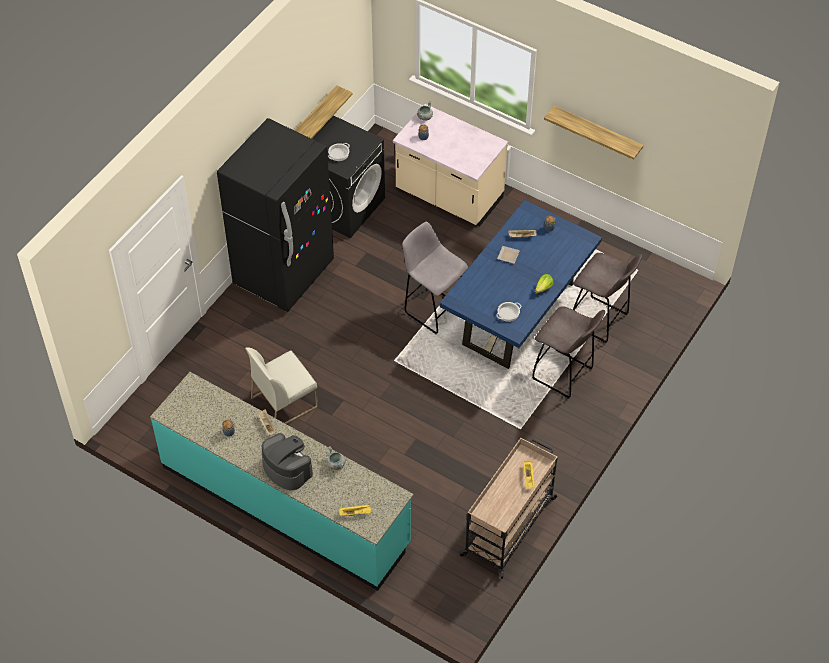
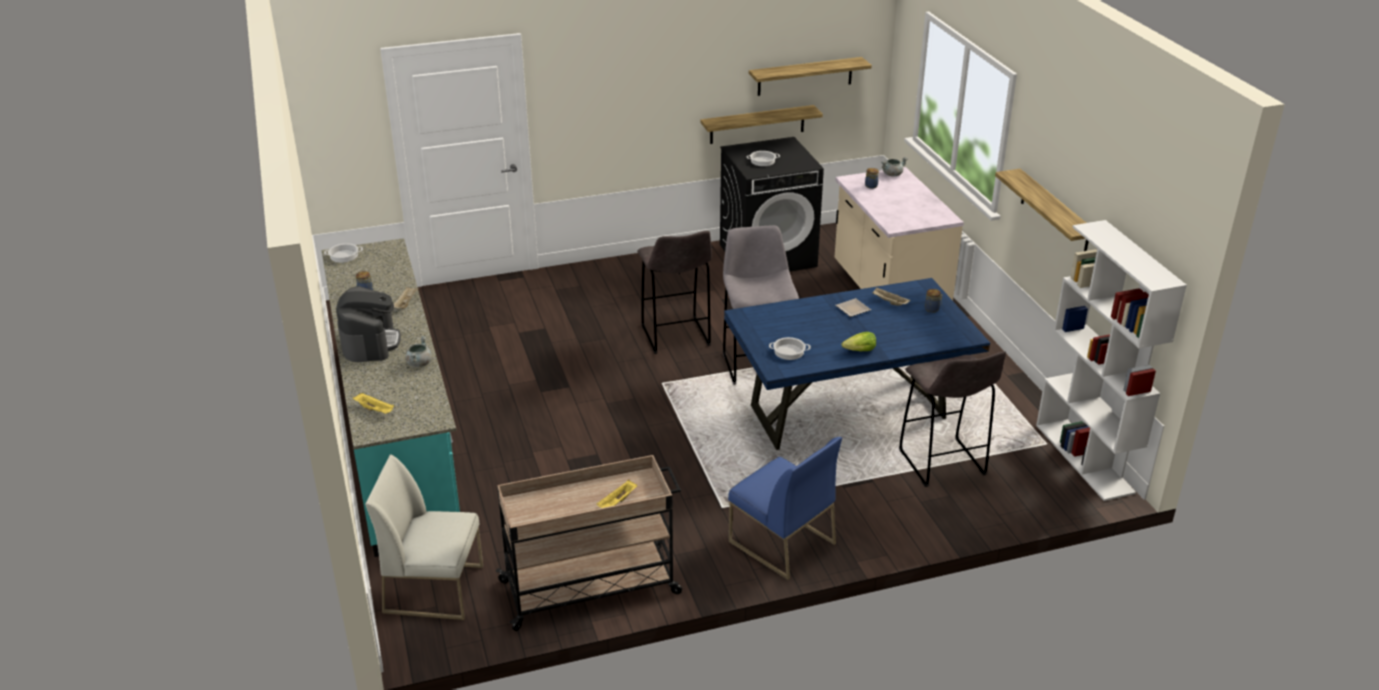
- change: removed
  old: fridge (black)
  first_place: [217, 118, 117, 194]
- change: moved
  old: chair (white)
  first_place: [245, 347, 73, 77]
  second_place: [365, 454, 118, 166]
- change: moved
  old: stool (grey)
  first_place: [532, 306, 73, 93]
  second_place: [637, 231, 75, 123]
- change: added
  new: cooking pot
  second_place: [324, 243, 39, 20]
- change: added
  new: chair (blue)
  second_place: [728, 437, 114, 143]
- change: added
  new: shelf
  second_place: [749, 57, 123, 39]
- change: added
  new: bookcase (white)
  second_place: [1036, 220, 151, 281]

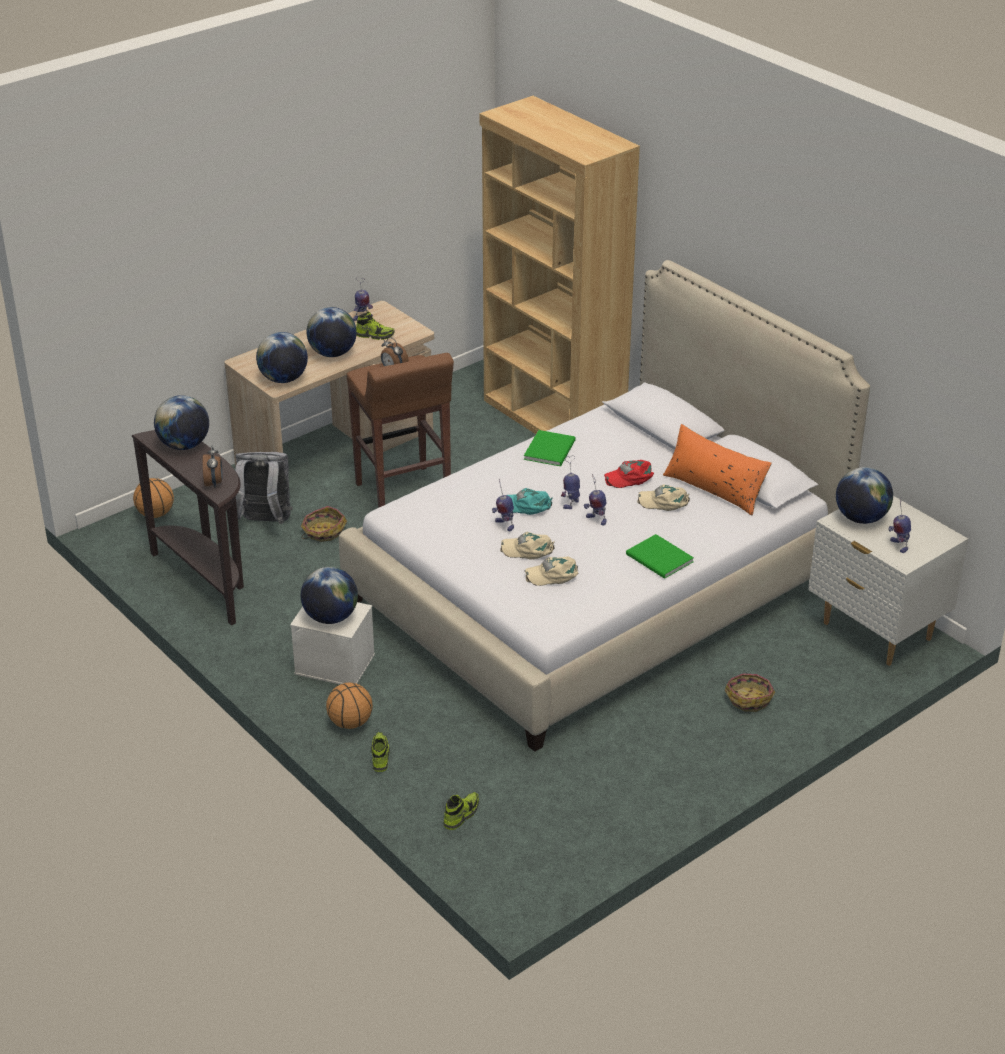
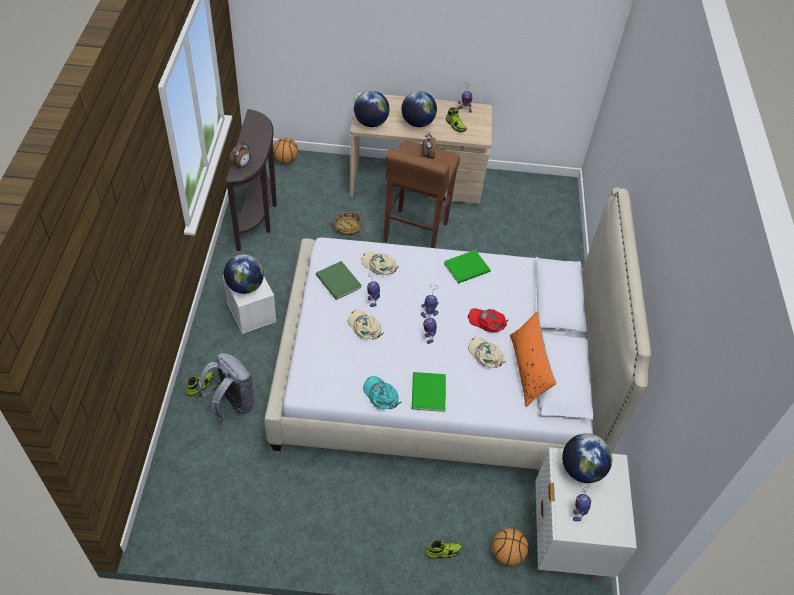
- change: removed
  old: globe
  first_place: [154, 395, 55, 55]
- change: moved
  old: backpack (grey)
  first_place: [235, 452, 58, 72]
  second_place: [197, 353, 57, 69]
- change: moved
  old: basketball
  first_place: [326, 682, 47, 47]
  second_place: [492, 528, 36, 38]
- change: moved
  old: shoe
  first_place: [443, 792, 36, 38]
  second_place: [425, 540, 38, 19]
- change: removed
  old: bookcase (brown)
  first_place: [480, 96, 160, 338]
- change: moved
  old: cap (turquoise)
  first_place: [508, 488, 45, 27]
  second_place: [363, 376, 39, 33]
- change: moved
  old: cap (beige)
  first_place: [525, 557, 53, 29]
  second_place: [361, 252, 39, 23]
- change: removed
  old: basket
  first_place: [725, 673, 50, 39]
- change: added
  new: book (green)
  second_place: [316, 261, 46, 39]

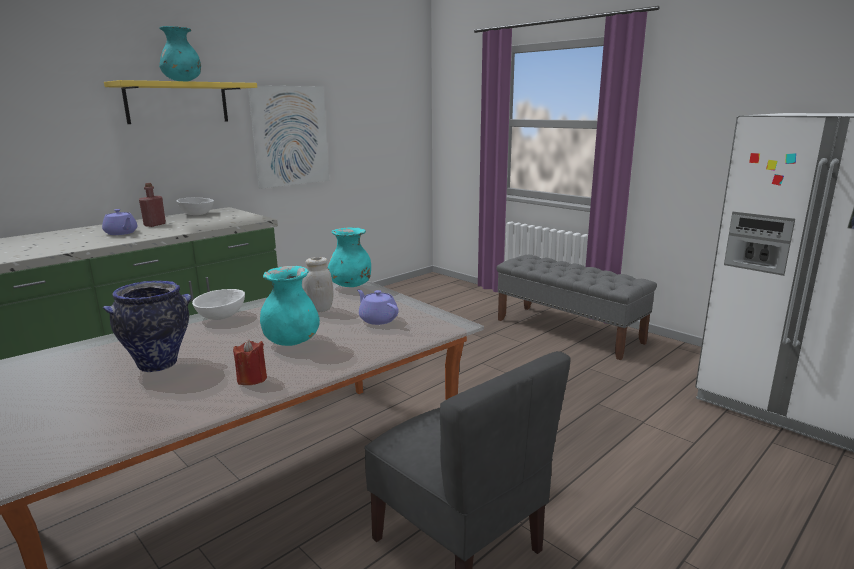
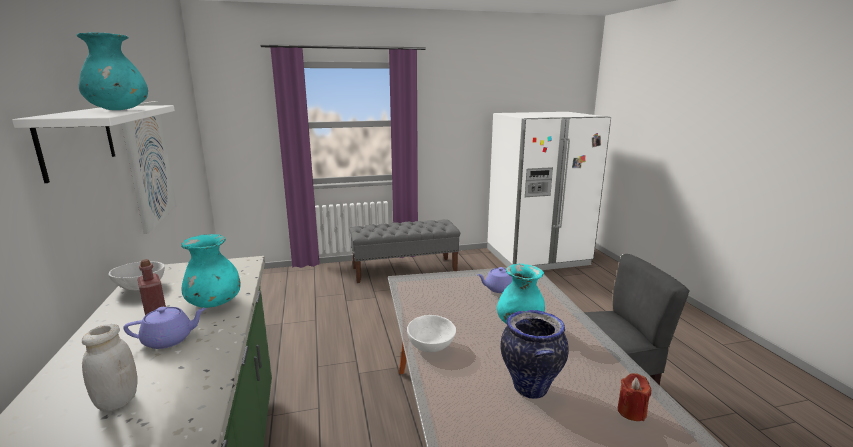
- change: recoloured
  old: shelf (yellow)
  new: shelf (white)
  first_place: [104, 80, 153, 44]
  second_place: [12, 105, 163, 78]
- change: moved
  old: candle (red)
  first_place: [233, 339, 34, 46]
  second_place: [617, 373, 34, 48]
- change: moved
  old: jar (white)
  first_place: [303, 257, 31, 56]
  second_place: [82, 324, 56, 88]
- change: moved
  old: vase (turquoise)
  first_place: [328, 227, 43, 60]
  second_place: [181, 234, 60, 74]

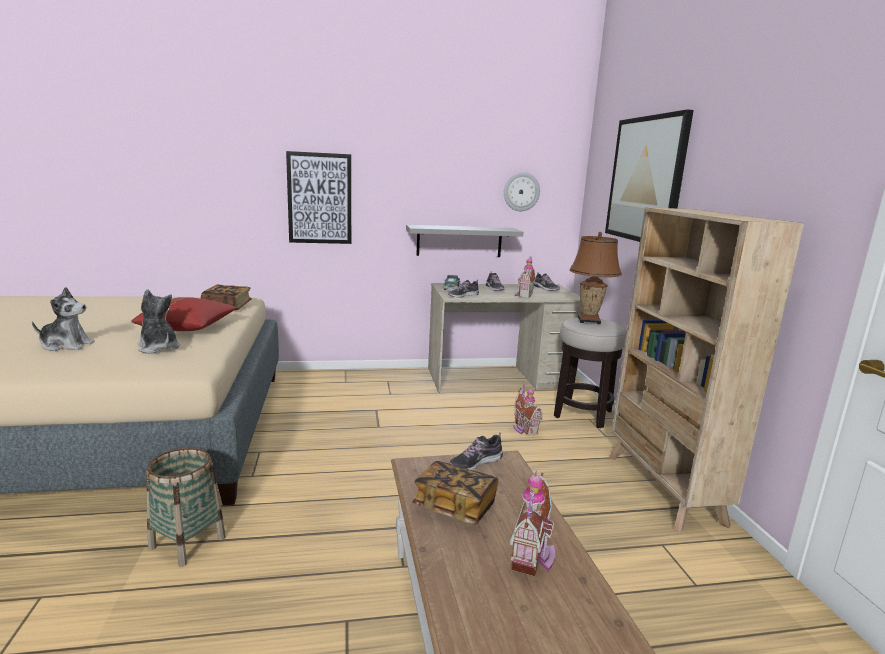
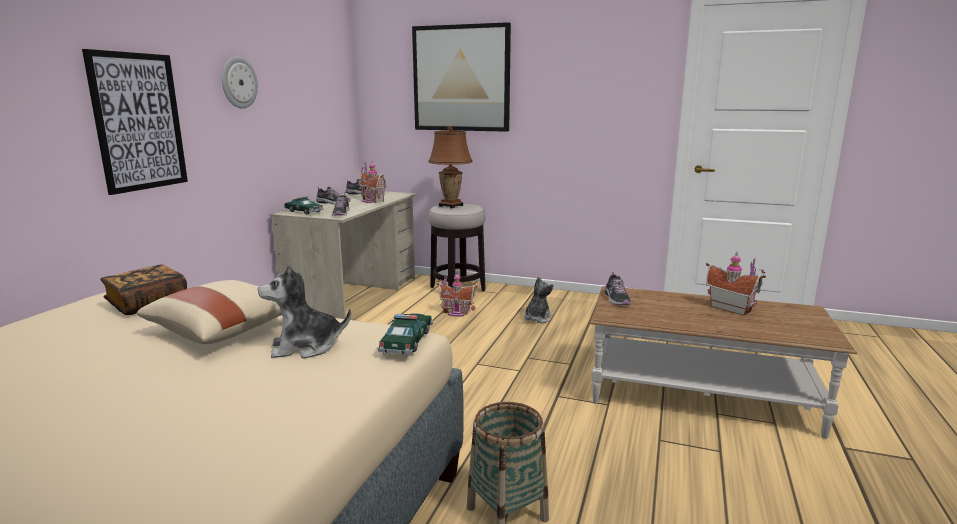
- change: moved
  old: plush toy
  first_place: [32, 287, 63, 64]
  second_place: [524, 276, 30, 47]
- change: recoloured
  old: pillow (red)
  new: pillow (beige)
  first_place: [131, 297, 106, 34]
  second_place: [137, 280, 145, 64]
- change: removed
  old: shelf (grey)
  first_place: [406, 225, 117, 32]
- change: removed
  old: book
  first_place: [412, 461, 86, 63]
- change: moved
  old: wall clock
  first_place: [504, 172, 36, 39]
  second_place: [222, 57, 36, 52]
- change: removed
  old: bookcase (beige)
  first_place: [609, 207, 195, 325]
- change: added
  new: toy car
  second_place: [377, 313, 56, 43]

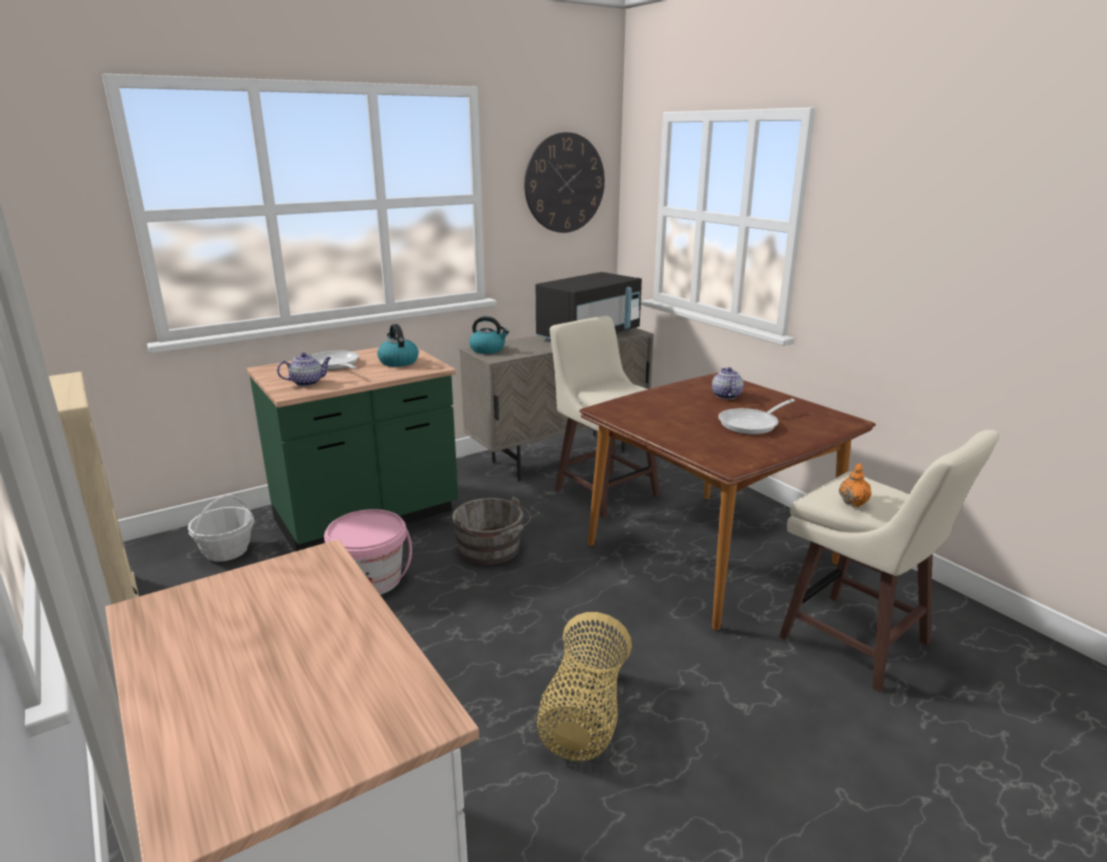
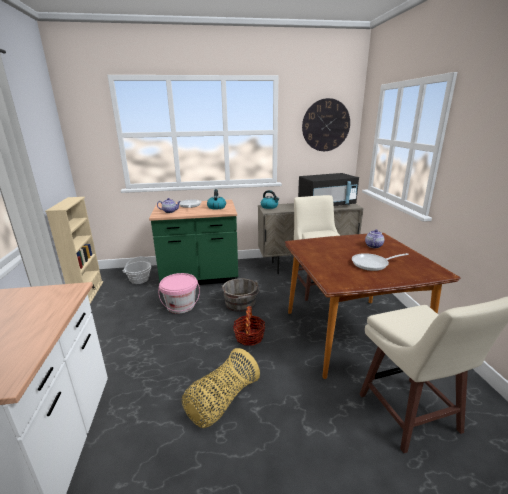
- change: removed
  old: teapot (orange)
  first_place: [839, 463, 33, 44]
- change: added
  new: basket
  second_place: [233, 306, 32, 40]

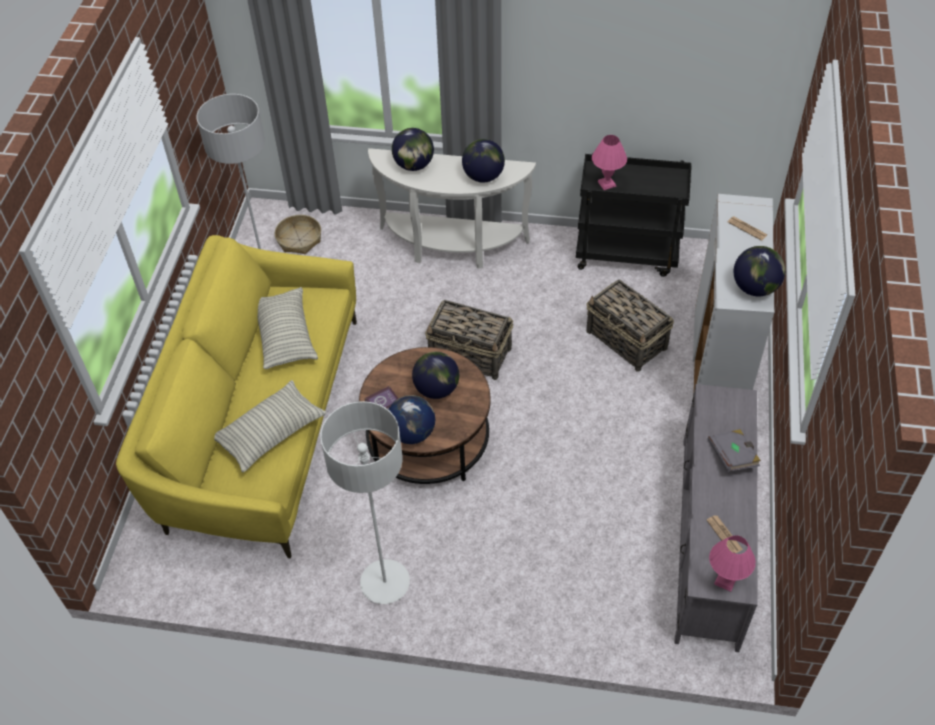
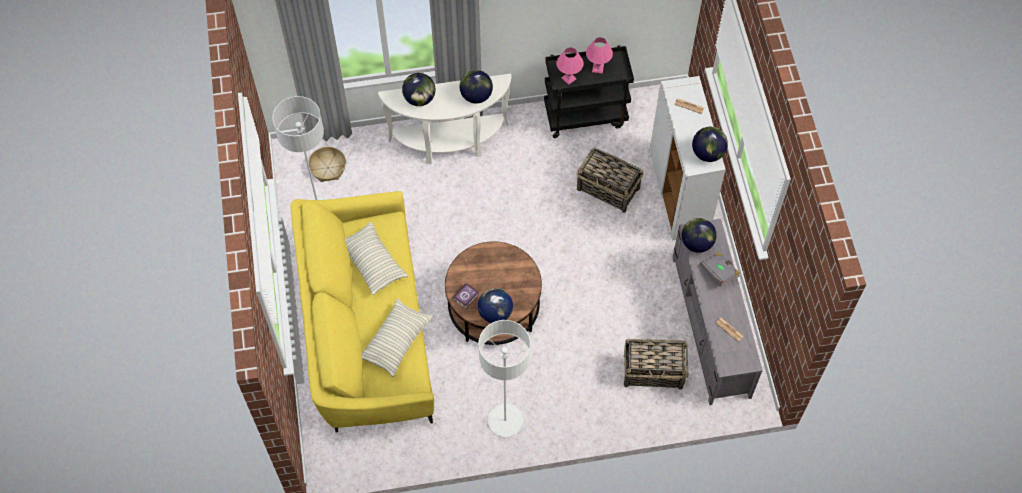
- change: moved
  old: globe
  first_place: [412, 352, 47, 47]
  second_place: [682, 218, 35, 35]
- change: moved
  old: basket
  first_place: [425, 300, 88, 80]
  second_place: [624, 339, 65, 51]
- change: moved
  old: table lamp (pink)
  first_place: [709, 535, 47, 57]
  second_place: [586, 37, 27, 37]

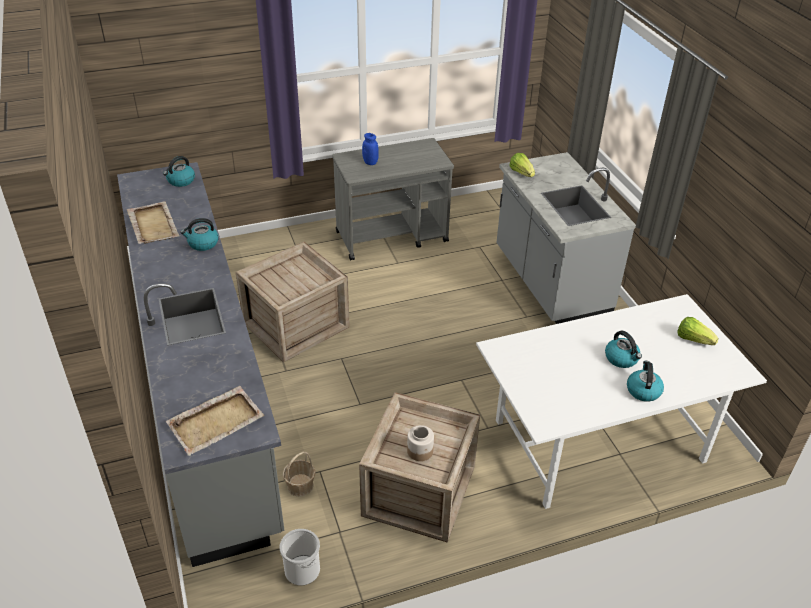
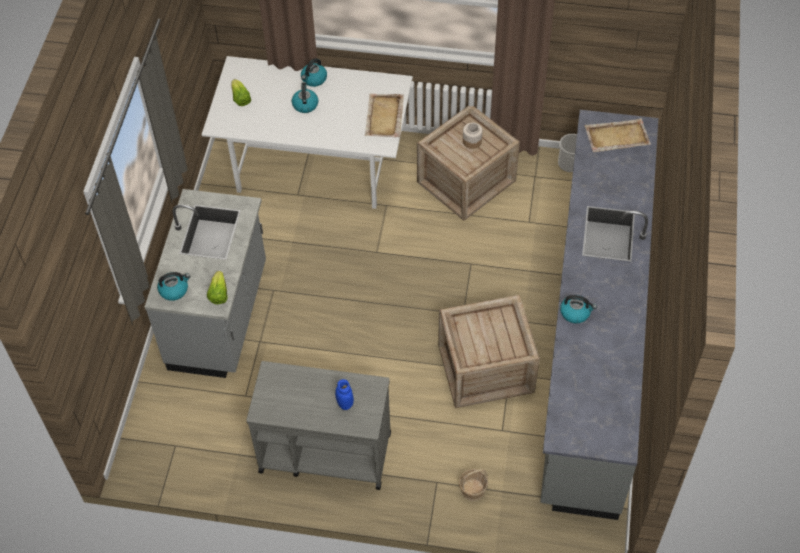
- change: moved
  old: tray (beige)
  first_place: [127, 201, 53, 43]
  second_place: [365, 93, 39, 44]
- change: moved
  old: kettle
  first_place: [163, 156, 32, 31]
  second_place: [157, 272, 33, 29]
- change: moved
  old: basket
  first_place: [283, 452, 33, 45]
  second_place: [459, 469, 29, 32]

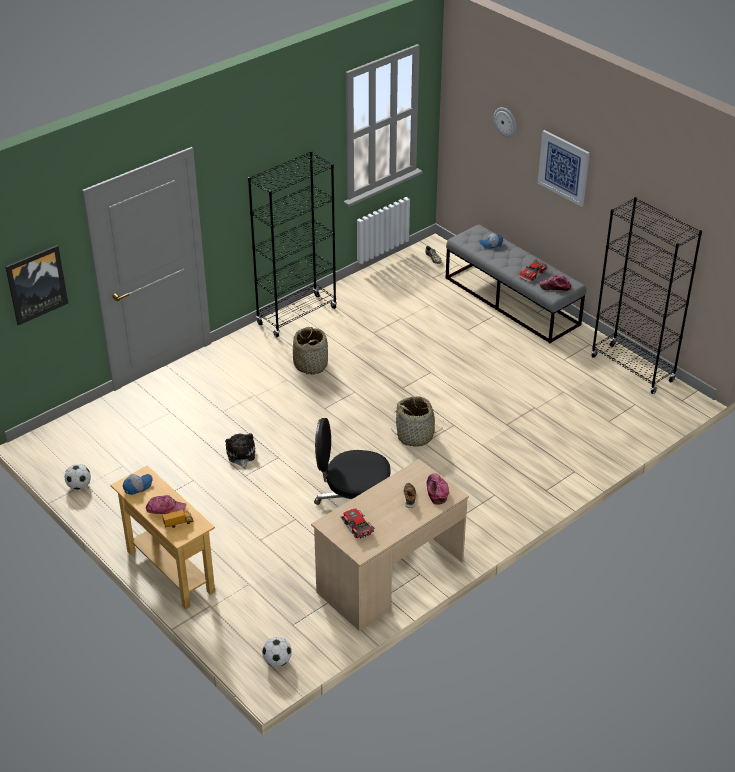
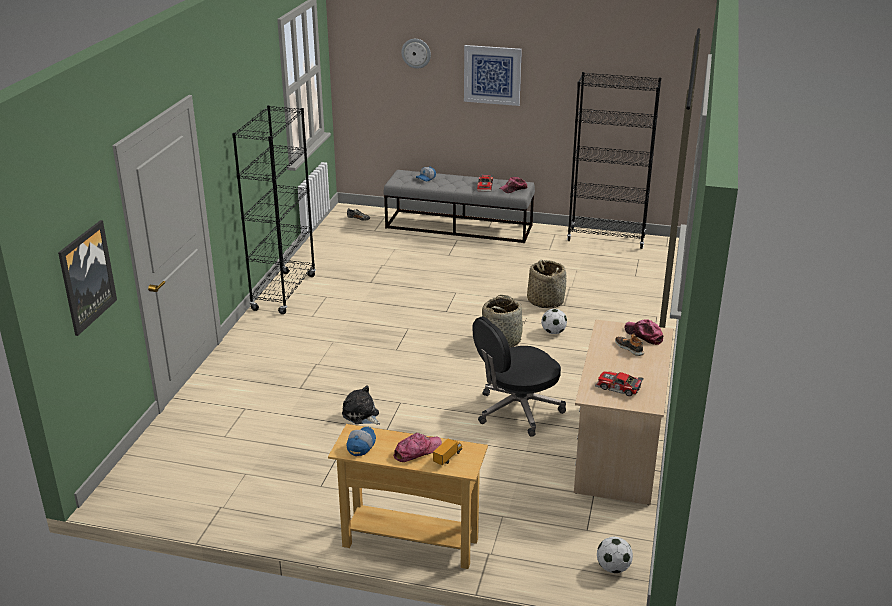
- change: moved
  old: football
  first_place: [65, 464, 26, 26]
  second_place: [541, 309, 26, 25]
- change: moved
  old: basket
  first_place: [293, 327, 35, 48]
  second_place: [527, 259, 39, 49]

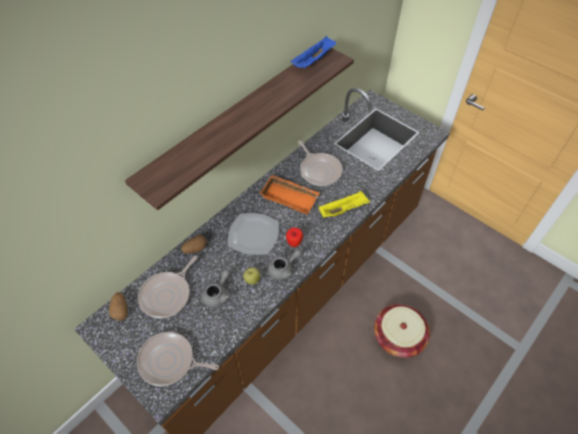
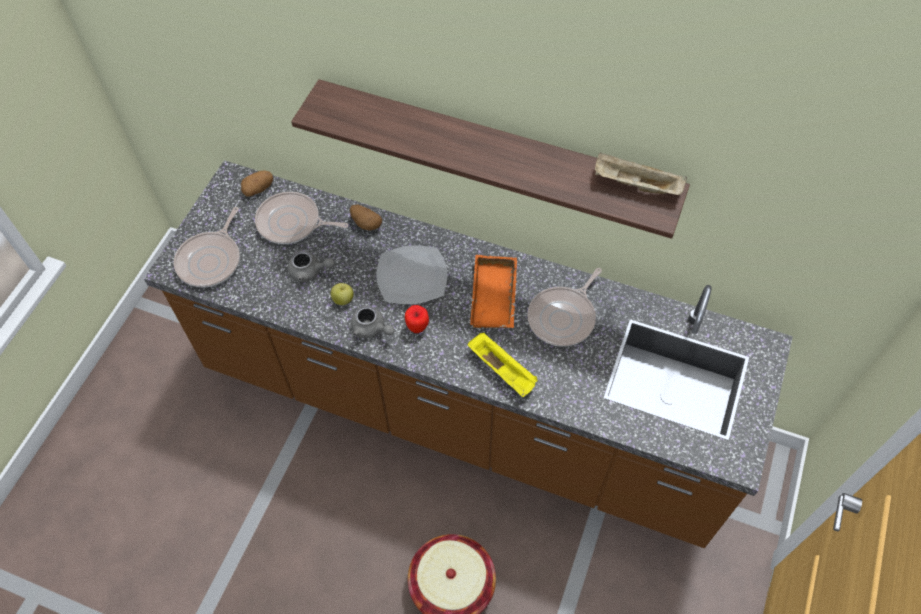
- change: turned
  old: frying pan
  first_place: [137, 332, 82, 55]
  second_place: [174, 207, 66, 81]
  degrees: -150
- change: recoloured
  old: tray (blue)
  new: tray (beige)
  first_place: [290, 36, 46, 33]
  second_place: [595, 152, 92, 43]

